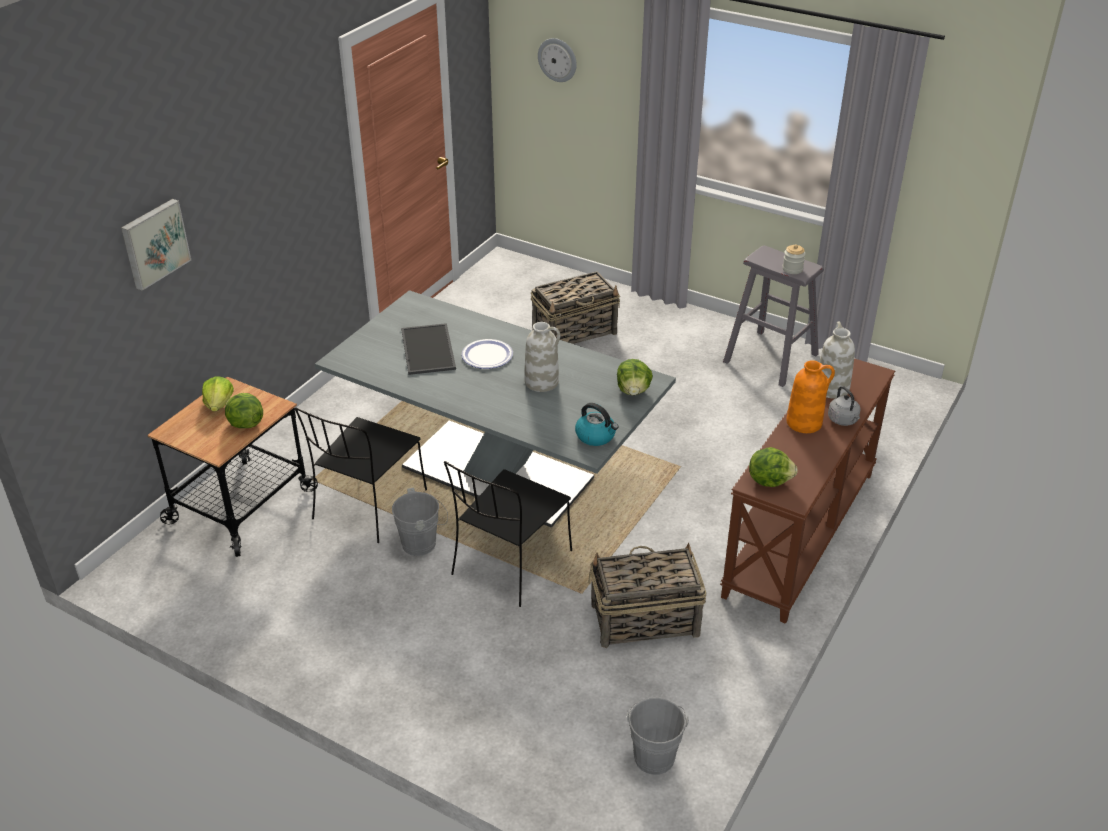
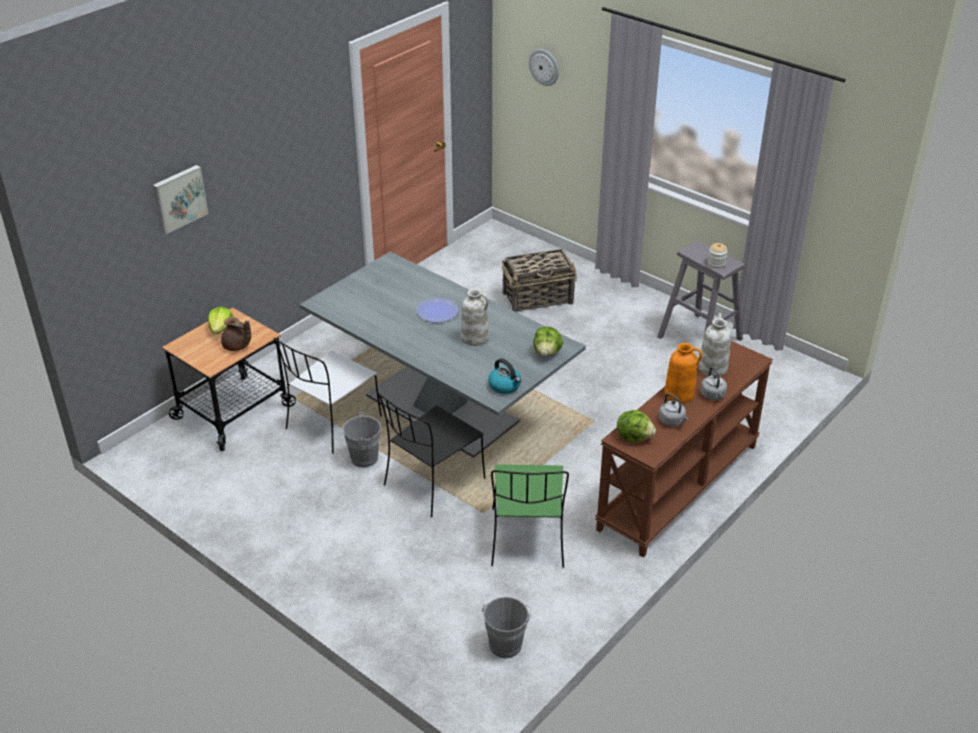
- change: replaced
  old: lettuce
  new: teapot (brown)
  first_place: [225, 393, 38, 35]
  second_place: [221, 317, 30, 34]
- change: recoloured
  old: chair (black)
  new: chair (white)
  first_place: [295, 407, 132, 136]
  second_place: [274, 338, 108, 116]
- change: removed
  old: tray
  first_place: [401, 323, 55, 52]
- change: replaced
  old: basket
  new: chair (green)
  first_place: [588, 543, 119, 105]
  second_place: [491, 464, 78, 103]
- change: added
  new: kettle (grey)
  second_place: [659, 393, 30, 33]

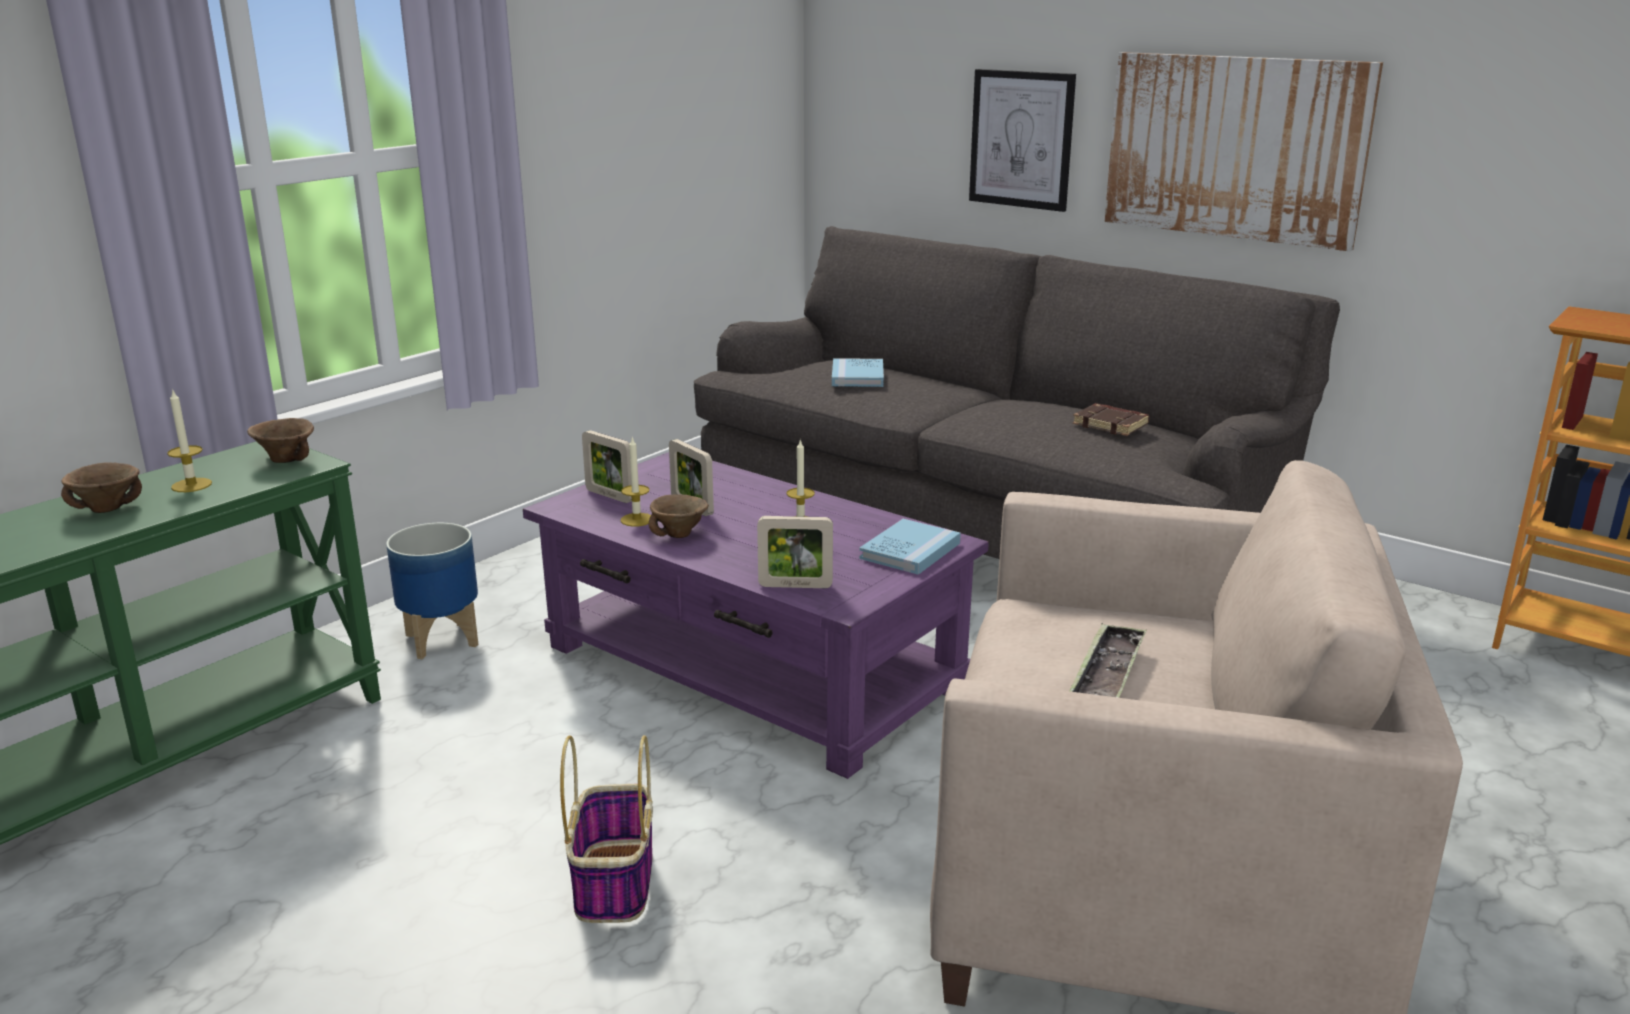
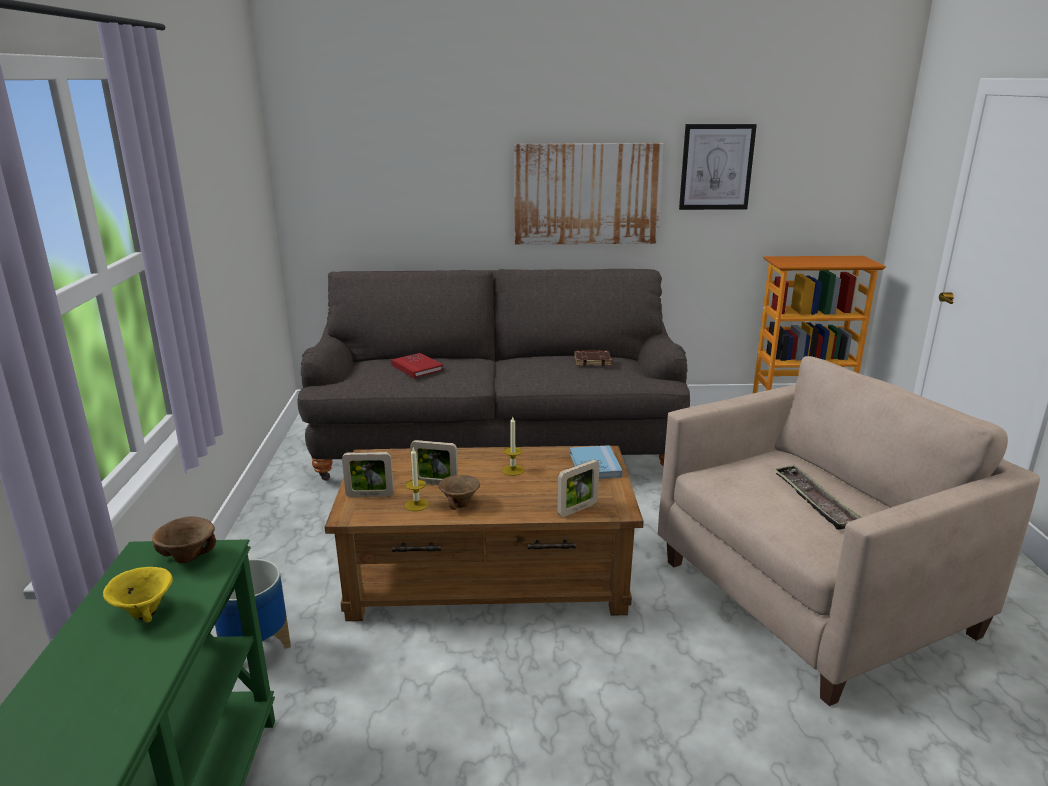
- change: removed
  old: bowl (brown)
  first_place: [61, 462, 81, 51]
- change: replaced
  old: candle
  new: bowl (yellow)
  first_place: [167, 391, 45, 101]
  second_place: [103, 567, 70, 56]
- change: recoloured
  old: coffee table (purple)
  new: coffee table (brown)
  first_place: [523, 452, 466, 327]
  second_place: [325, 446, 319, 175]
- change: removed
  old: basket
  first_place: [560, 735, 93, 188]
- change: recoloured
  old: book (blue)
  new: book (red)
  first_place: [832, 358, 52, 29]
  second_place: [391, 353, 53, 25]
- change: moved
  old: picture
  first_place: [969, 69, 107, 143]
  second_place: [679, 124, 78, 86]

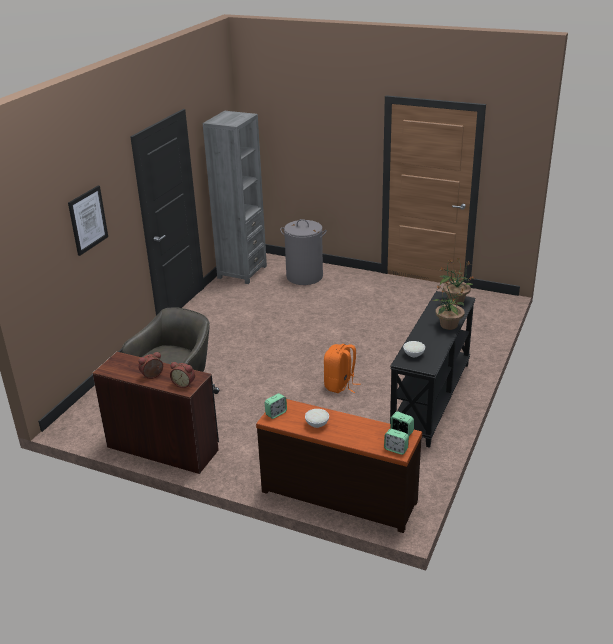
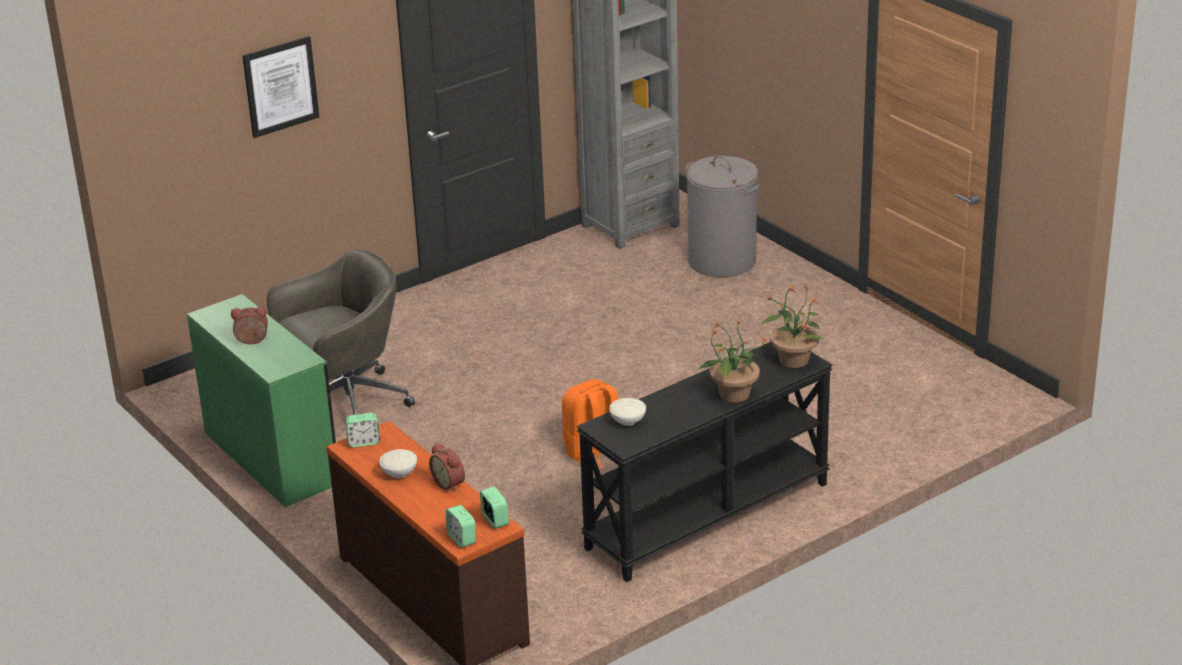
- change: recoloured
  old: desk (brown)
  new: desk (green)
  first_place: [93, 352, 126, 122]
  second_place: [187, 294, 149, 213]
- change: moved
  old: alarm clock
  first_place: [170, 362, 25, 26]
  second_place: [429, 443, 36, 49]

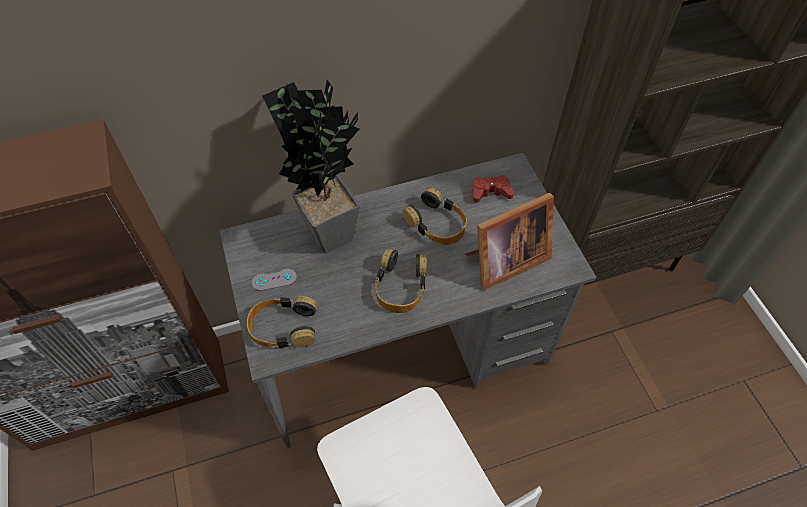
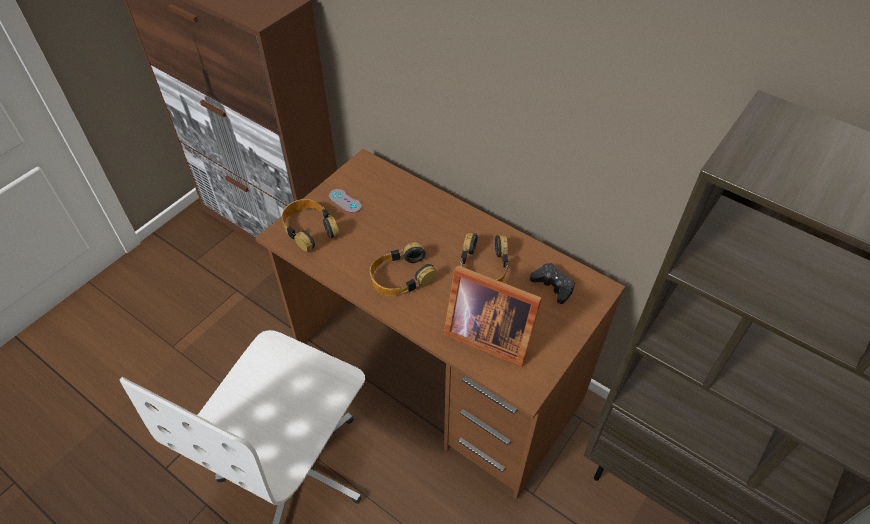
- change: recoloured
  old: desk (grey)
  new: desk (brown)
  first_place: [220, 152, 377, 296]
  second_place: [255, 149, 370, 351]
- change: removed
  old: potted plant
  first_place: [262, 80, 98, 173]
- change: recoloured
  old: game controller (red)
  new: game controller (black)
  first_place: [473, 175, 41, 28]
  second_place: [530, 263, 45, 41]

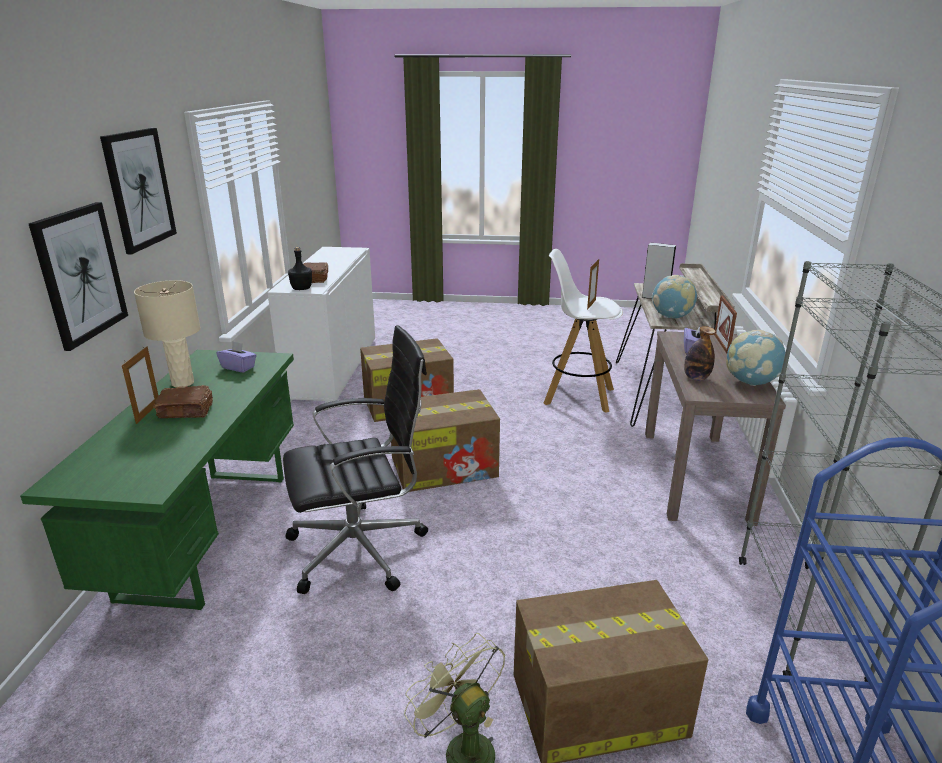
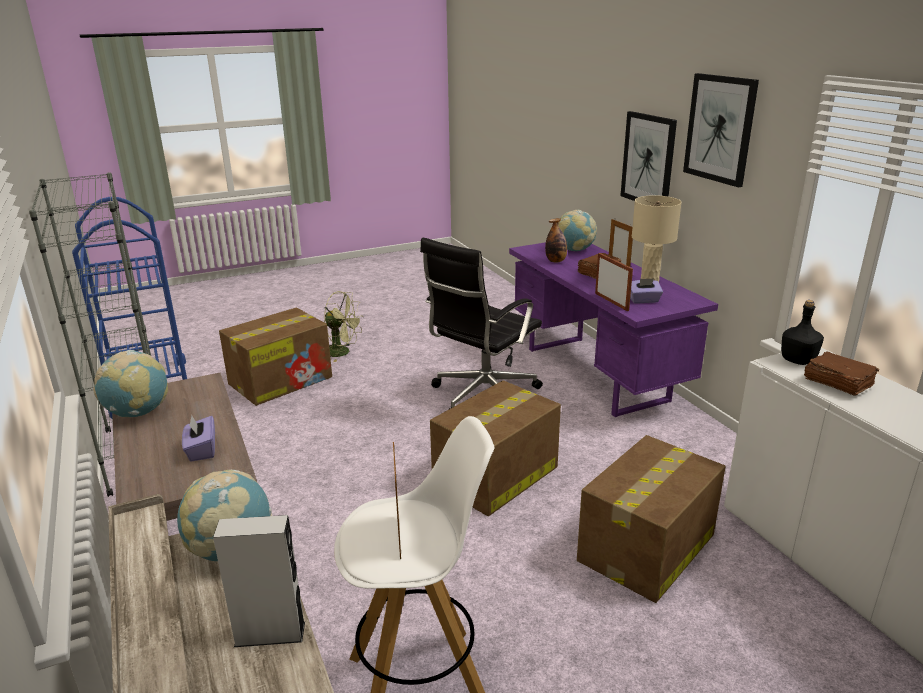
- change: recoloured
  old: desk (green)
  new: desk (purple)
  first_place: [20, 350, 274, 260]
  second_place: [509, 242, 209, 175]
- change: moved
  old: bottle
  first_place: [684, 326, 32, 55]
  second_place: [545, 218, 22, 44]
- change: moved
  old: picture frame
  first_place: [714, 295, 23, 59]
  second_place: [595, 253, 38, 58]
- change: added
  new: globe
  second_place: [558, 210, 39, 41]

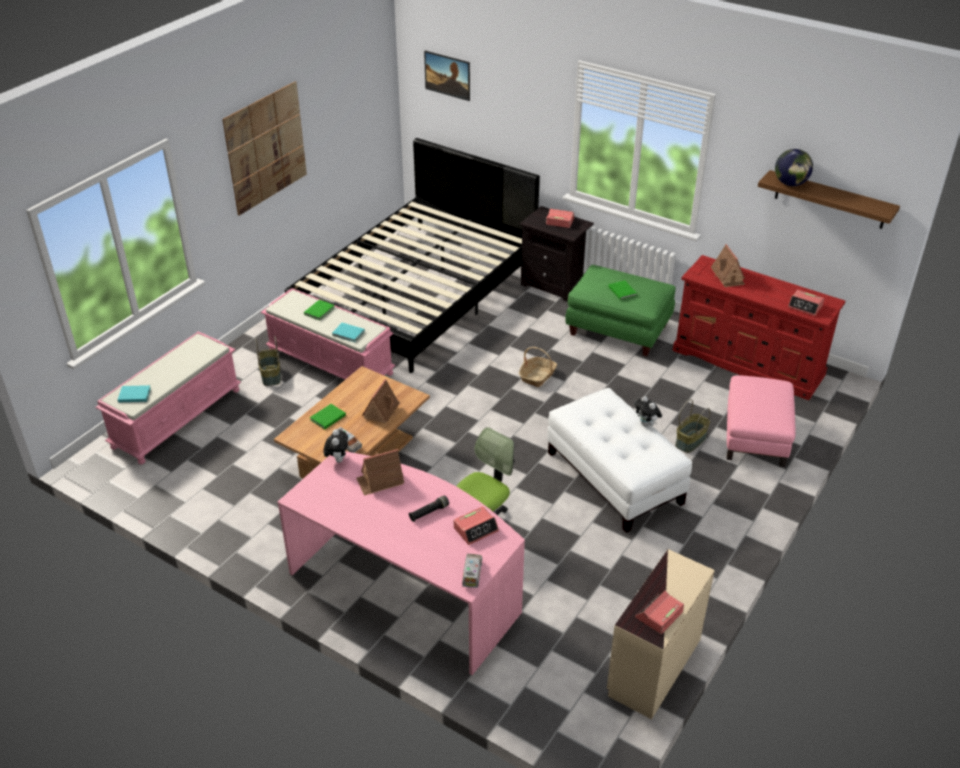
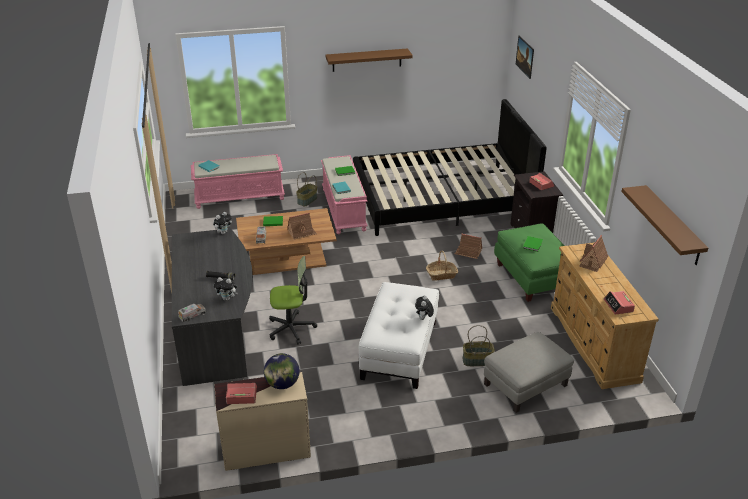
- change: replaced
  old: picture
  new: shelf (brown)
  first_place: [222, 81, 85, 135]
  second_place: [325, 48, 88, 24]
- change: recoloured
  old: desk (pink)
  new: desk (grey)
  first_place: [277, 451, 248, 224]
  second_place: [172, 228, 81, 158]
- change: moved
  old: toy house
  first_place: [356, 449, 48, 47]
  second_place: [455, 234, 27, 25]
- change: replaced
  old: alarm clock
  new: plush toy
  first_place: [454, 506, 45, 39]
  second_place: [214, 277, 24, 24]
- change: recoloured
  old: dresser (red)
  new: dresser (beige)
  first_place: [673, 255, 172, 145]
  second_place: [551, 242, 108, 147]
- change: recoloured
  old: ottoman (pink)
  new: ottoman (grey)
  first_place: [726, 375, 70, 92]
  second_place: [484, 332, 90, 81]
- change: moved
  old: globe
  first_place: [775, 149, 38, 37]
  second_place: [264, 353, 35, 36]

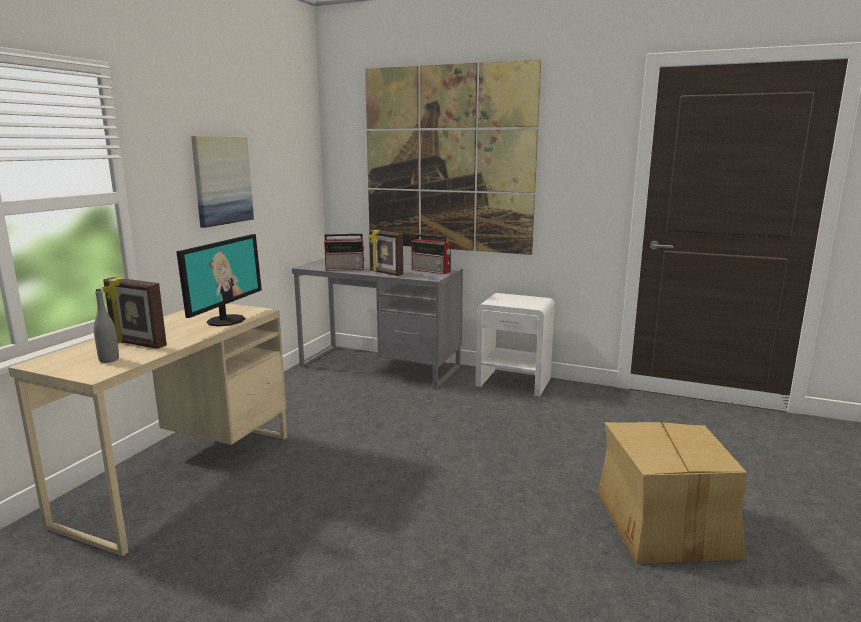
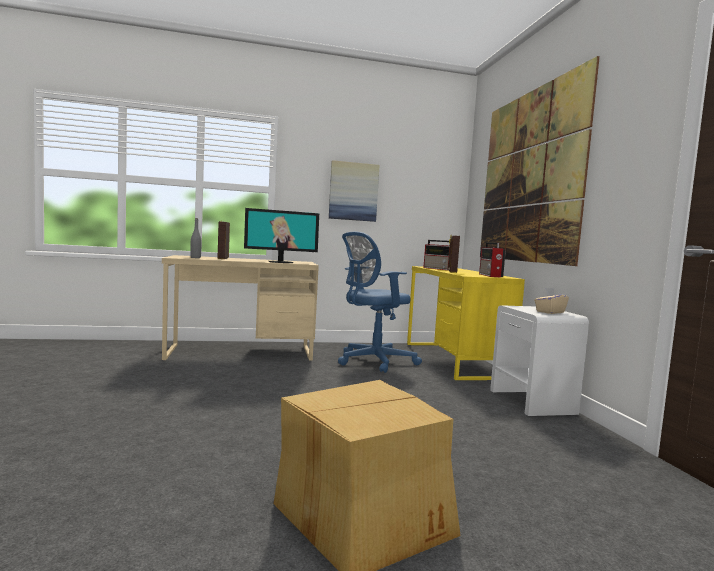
- change: recoloured
  old: desk (grey)
  new: desk (yellow)
  first_place: [292, 258, 171, 131]
  second_place: [407, 266, 118, 114]
- change: added
  new: office chair (blue)
  second_place: [338, 232, 84, 141]
- change: added
  new: tissue box (beige)
  second_place: [534, 288, 35, 26]

